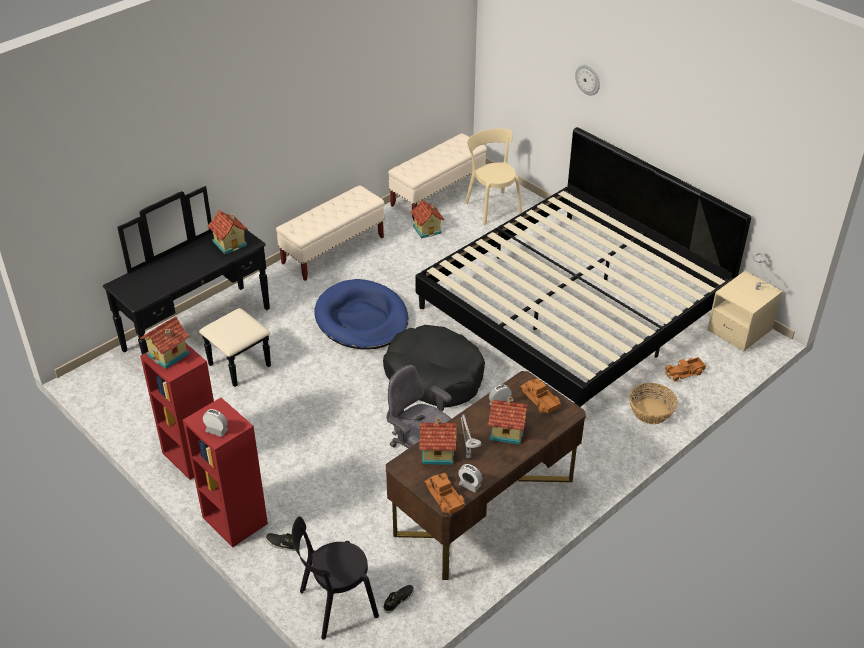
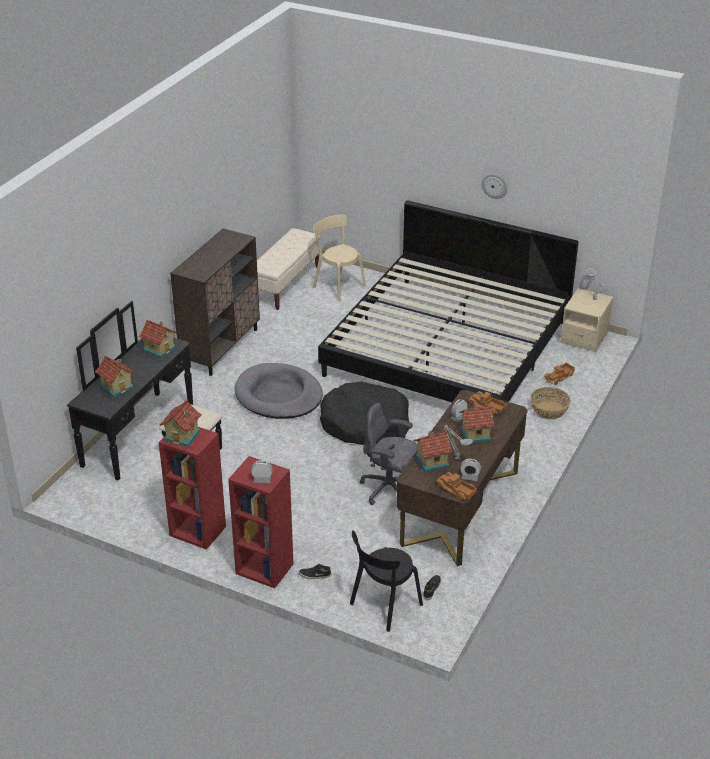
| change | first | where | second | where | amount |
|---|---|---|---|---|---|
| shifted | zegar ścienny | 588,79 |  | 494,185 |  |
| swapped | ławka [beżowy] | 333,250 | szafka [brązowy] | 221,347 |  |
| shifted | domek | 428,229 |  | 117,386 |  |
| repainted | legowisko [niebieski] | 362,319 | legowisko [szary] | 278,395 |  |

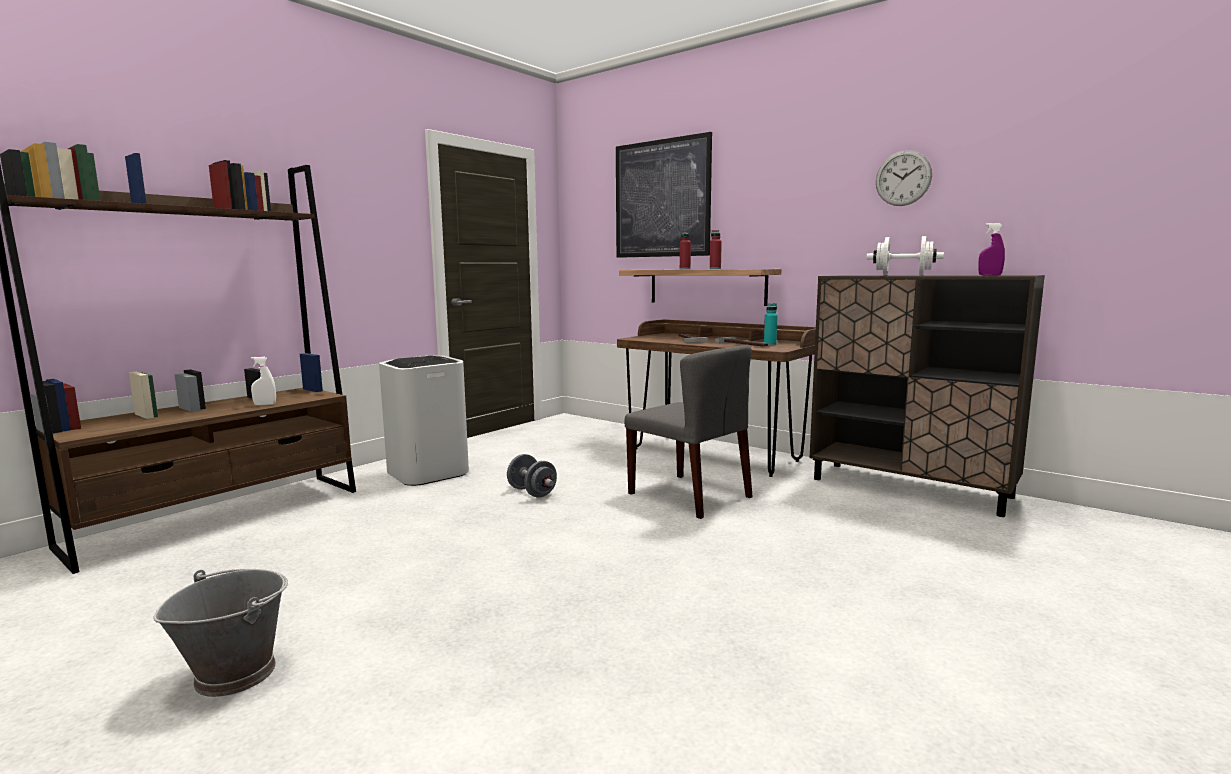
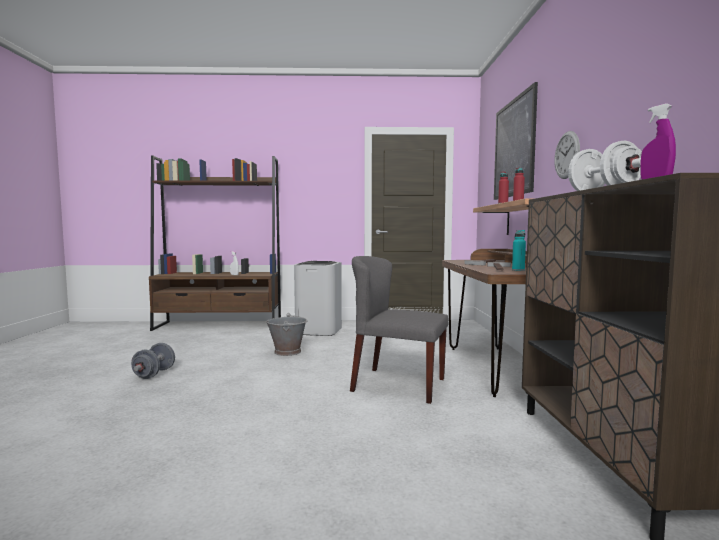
| change | first | where | second | where | amount |
|---|---|---|---|---|---|
| shifted | zegar ścienny | 903,178 |  | 567,155 |  |
| rotated | krzesło [szary] | 690,495 |  | 397,385 | 105 degrees clockwise |
| shifted | hantel [szary] | 532,492 |  | 154,374 |  |
| shifted | wiadro [szary] | 235,673 |  | 288,351 |  |

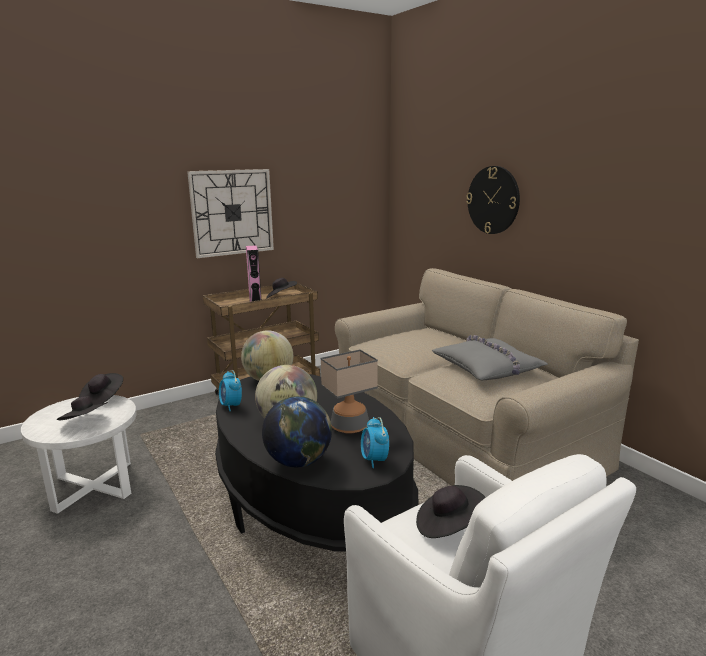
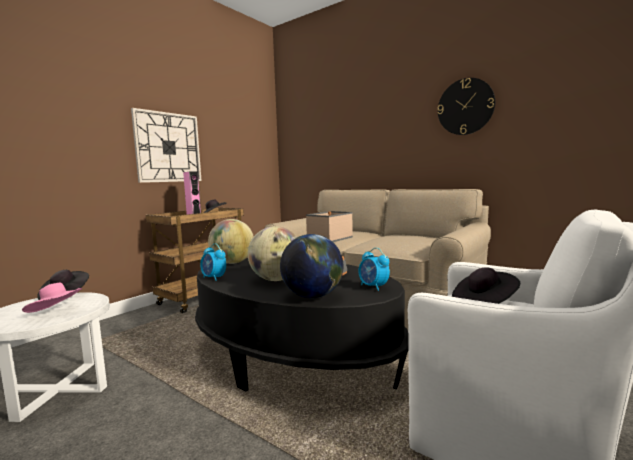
| change | first | where | second | where | amount |
|---|---|---|---|---|---|
| shifted | zegar ścienny | 493,200 |  | 465,107 |  |
| gone | poduszka [szary] | 488,368 |  |  |  |
| repainted | kapelusz [czarny] | 86,422 | kapelusz [różowy] | 56,312 |  |

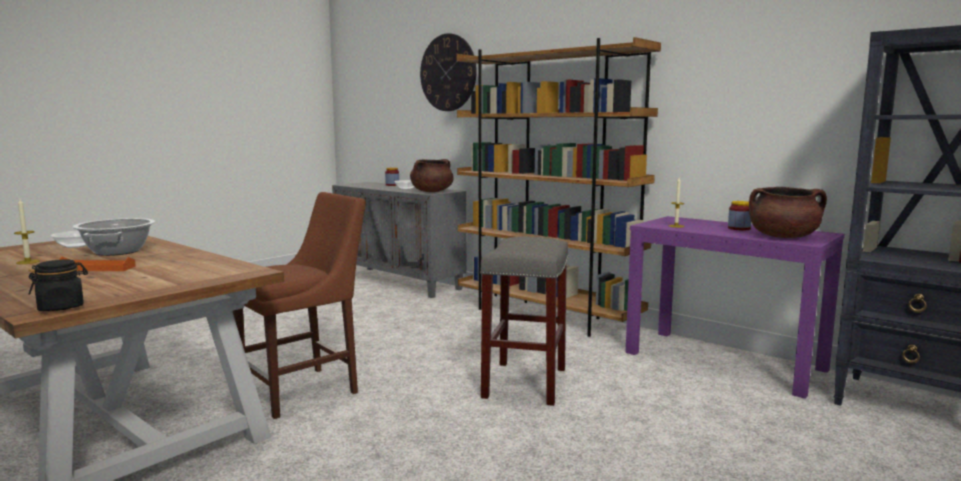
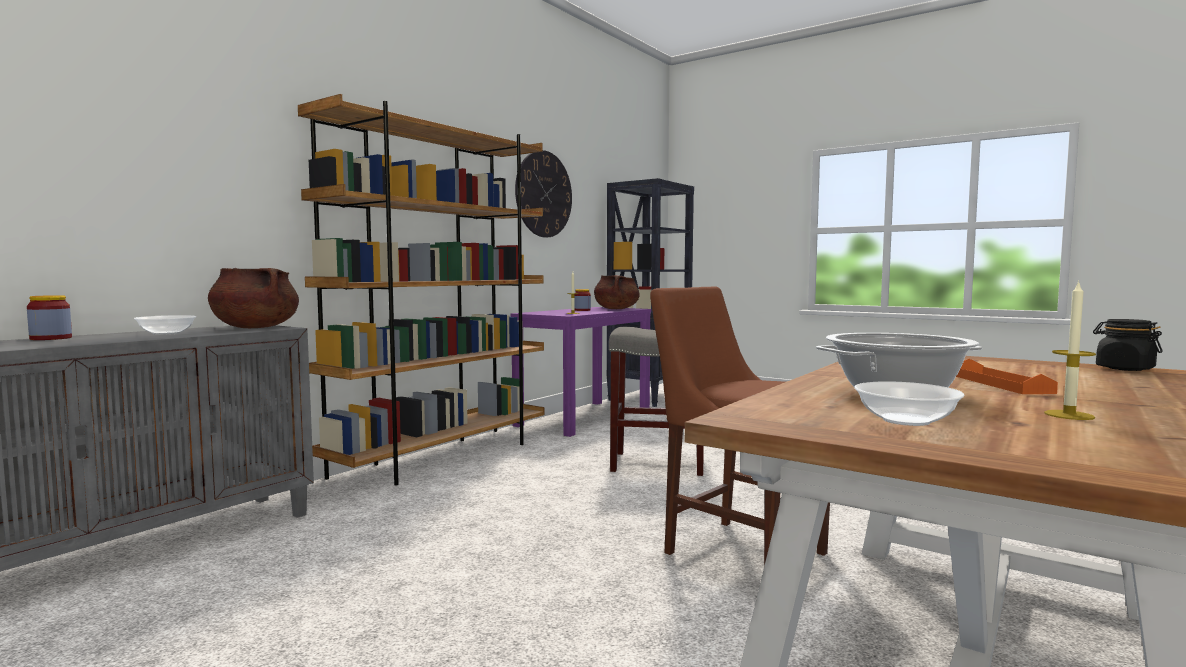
| change | first | where | second | where | amount |
|---|---|---|---|---|---|
| shifted | zegar ścienny | 448,72 |  | 543,194 |  |

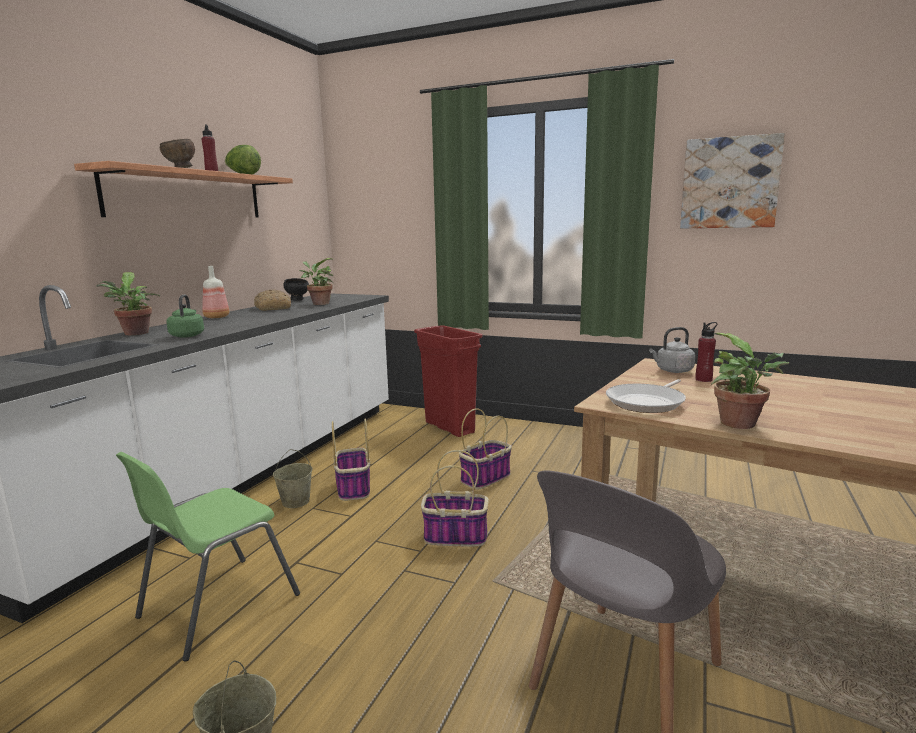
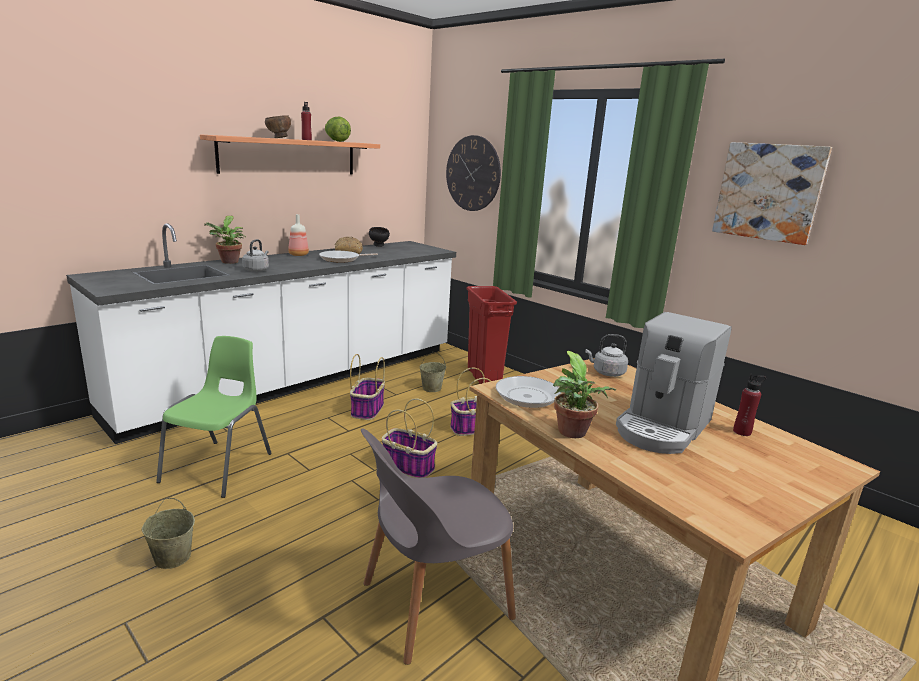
| change | first | where | second | where | amount |
|---|---|---|---|---|---|
| gone | roślina doniczkowa | 319,303 |  |  |  |
| repainted | czajnik [zielony] | 187,335 | czajnik [szary] | 257,270 |  |
| shifted | butelka [czerwony] | 703,379 |  | 742,432 |  |
| shifted | wiadro [beżowy] | 295,501 |  | 432,388 |  |
| rotated | krzesło [zielony] | 216,606 |  | 219,467 | 135 degrees clockwise |
| new |  |  | zegar ścienny | 473,173 |  |
| new |  |  | patelnia | 342,259 |  |
| new |  |  | ekspres do kawy | 662,427 |  |

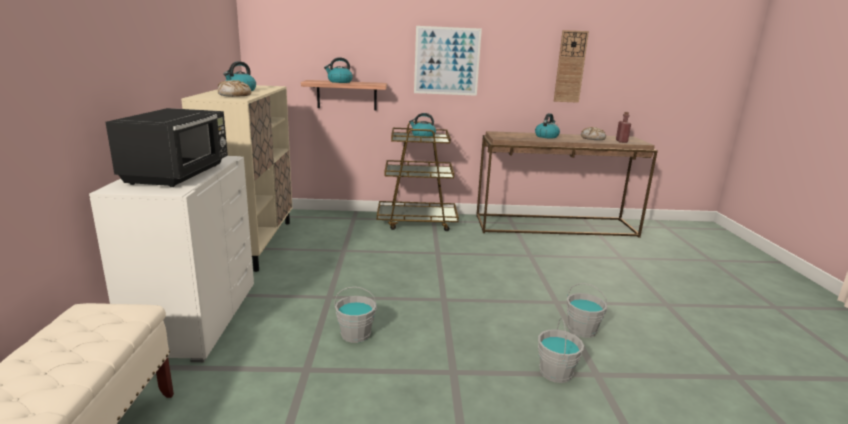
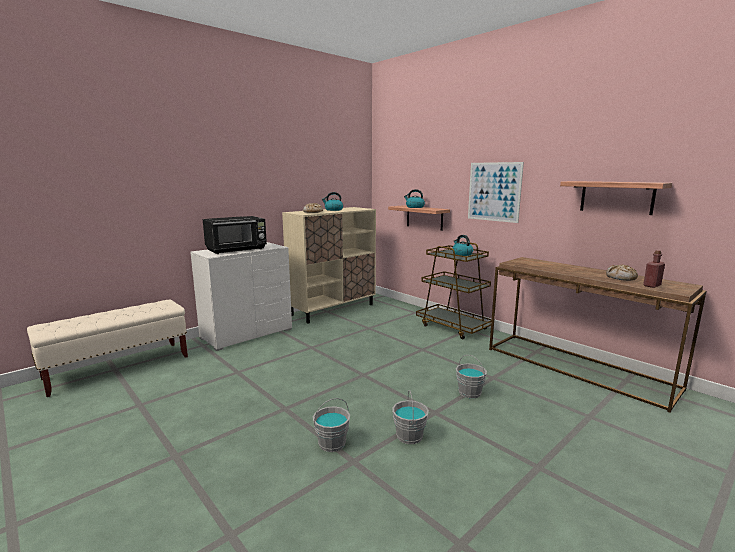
| change | first | where | second | where | amount |
|---|---|---|---|---|---|
| swapped | zegar ścienny | 570,67 | półka | 616,197 |  |
| gone | czajnik | 546,136 |  |  |  |
| shifted | wiadro [szary] | 356,334 |  | 470,392 |  |

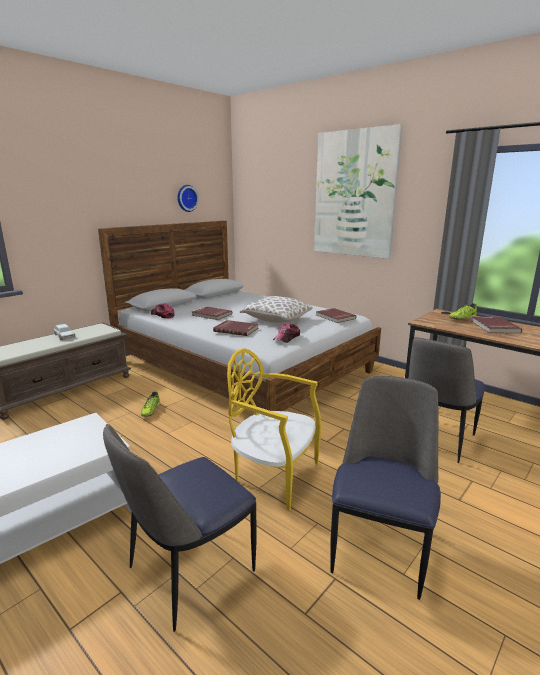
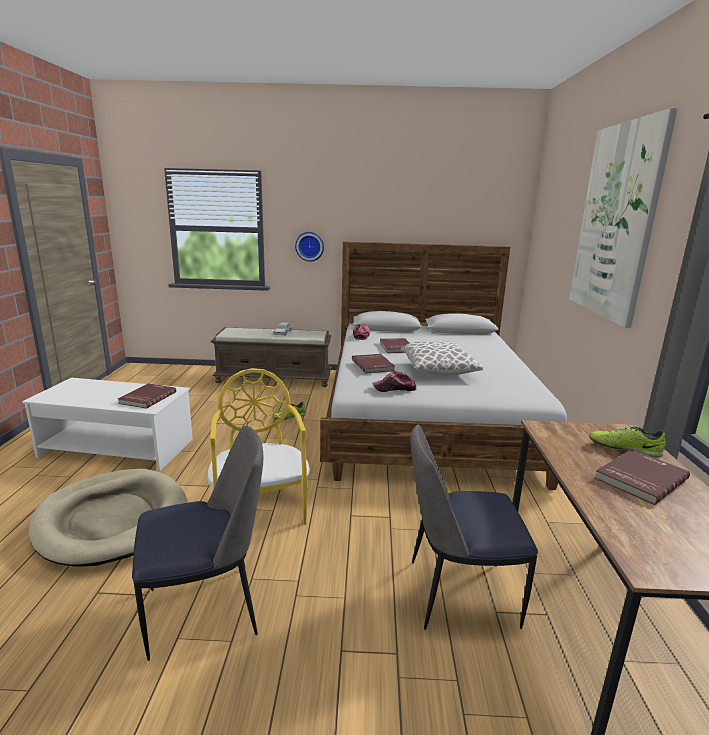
| change | first | where | second | where | amount |
|---|---|---|---|---|---|
| shifted | zegar ścienny | 186,198 |  | 310,246 |  |
| shifted | książka [czerwony] | 334,317 |  | 147,397 |  |
| swapped | krzesło | 188,572 | legowisko [beżowy] | 112,520 |  |

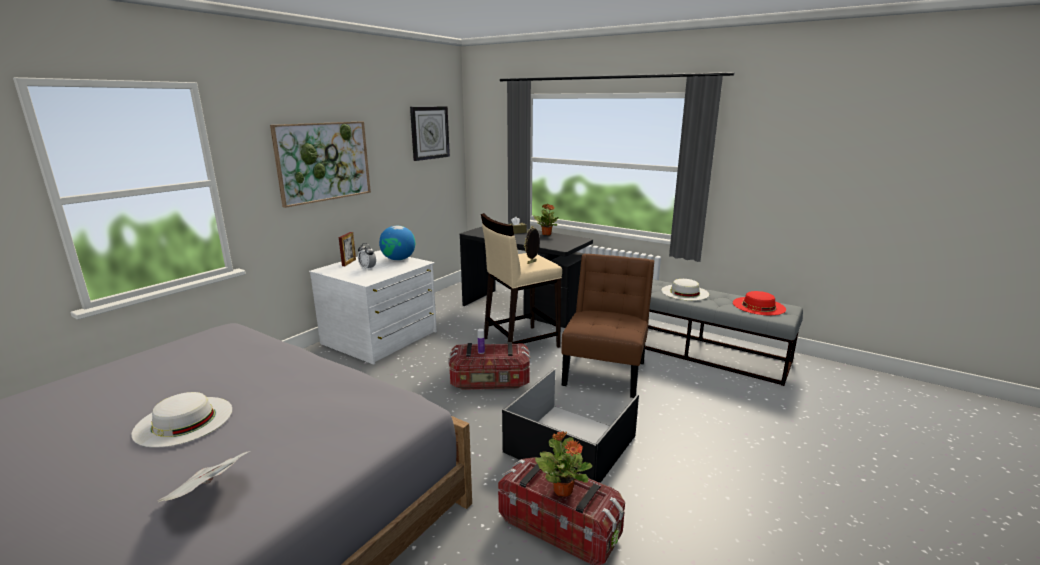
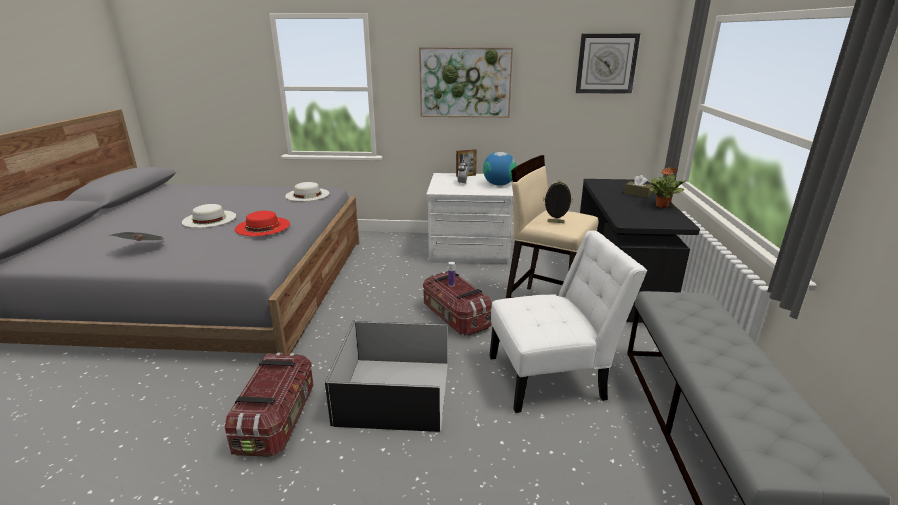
| change | first | where | second | where | amount |
|---|---|---|---|---|---|
| repainted | krzesło [brązowy] | 605,371 | krzesło [biały] | 552,376 |  |
| shifted | kapelusz [biały] | 684,292 |  | 307,194 |  |
| shifted | kapelusz [czerwony] | 758,306 |  | 262,226 |  |
| gone | roślina doniczkowa | 562,489 |  |  |  |

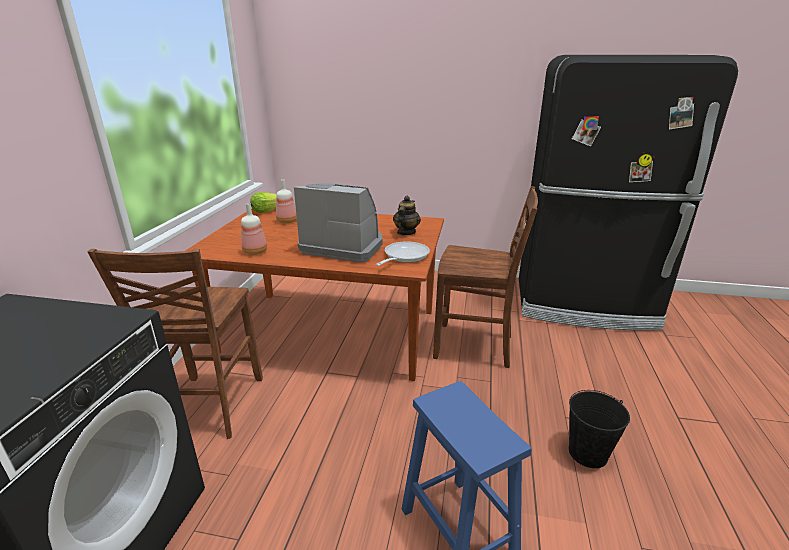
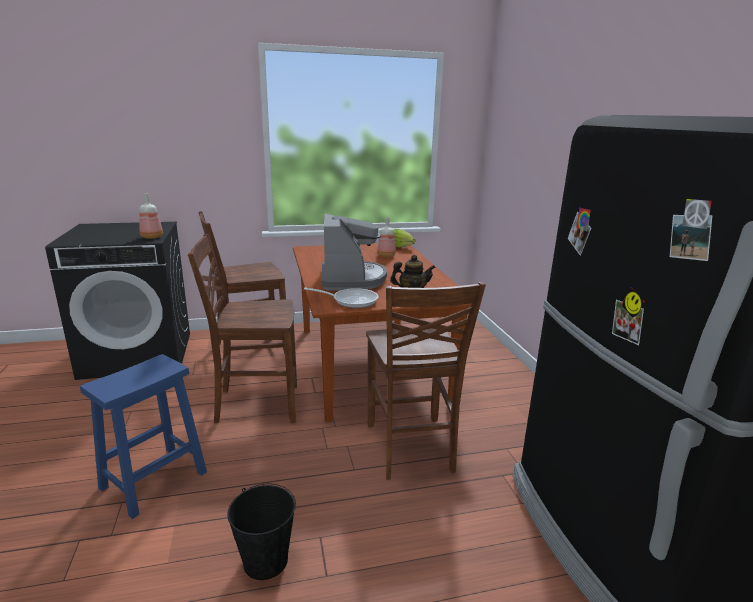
| change | first | where | second | where | amount |
|---|---|---|---|---|---|
| shifted | butelka | 255,251 |  | 152,237 |  |
| new |  |  | krzesło [brązowy] | 255,404 |  |

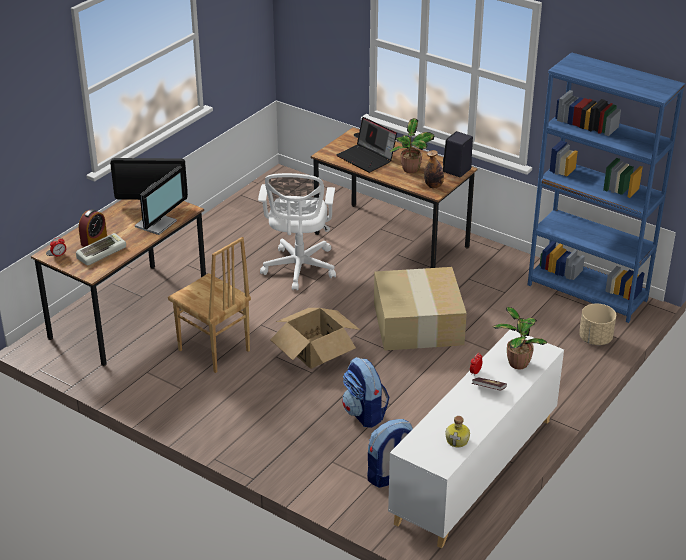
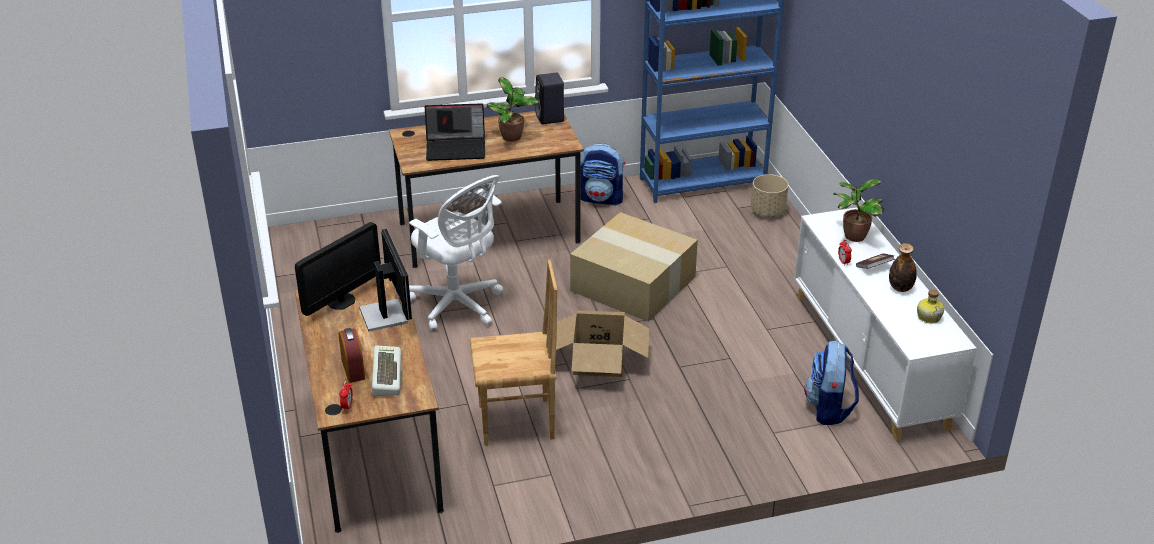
| change | first | where | second | where | amount |
|---|---|---|---|---|---|
| shifted | butelka | 433,186 |  | 900,288 |  |
| shifted | plecak | 364,413 |  | 601,198 |  |

